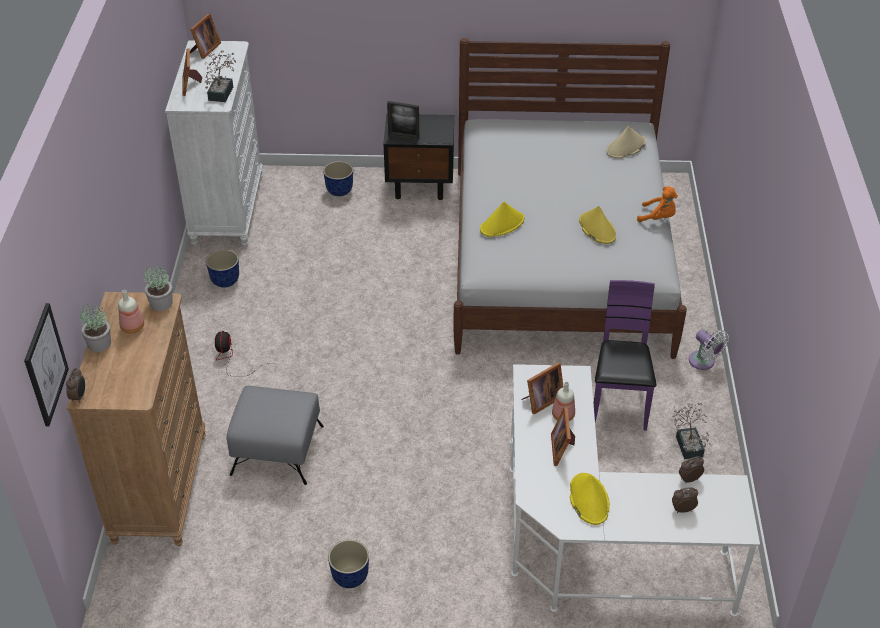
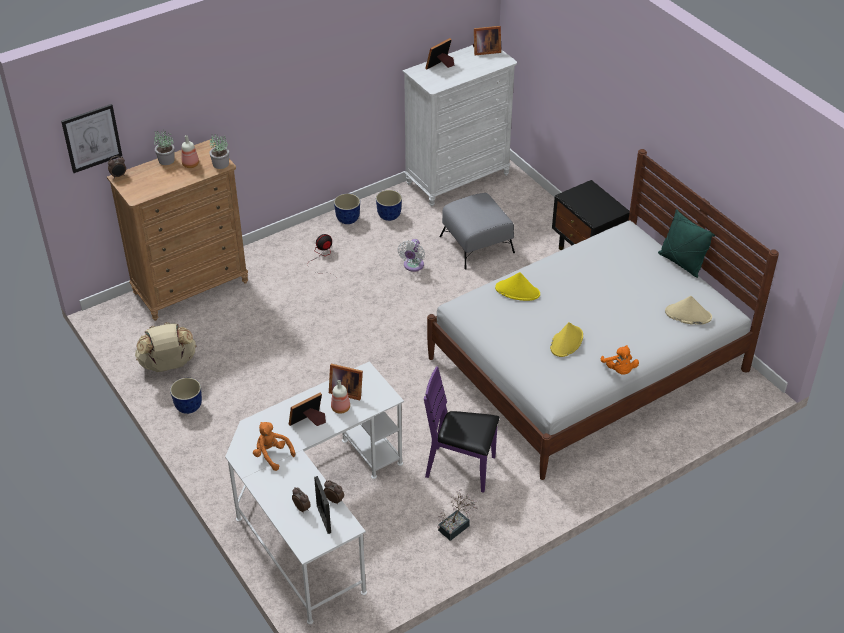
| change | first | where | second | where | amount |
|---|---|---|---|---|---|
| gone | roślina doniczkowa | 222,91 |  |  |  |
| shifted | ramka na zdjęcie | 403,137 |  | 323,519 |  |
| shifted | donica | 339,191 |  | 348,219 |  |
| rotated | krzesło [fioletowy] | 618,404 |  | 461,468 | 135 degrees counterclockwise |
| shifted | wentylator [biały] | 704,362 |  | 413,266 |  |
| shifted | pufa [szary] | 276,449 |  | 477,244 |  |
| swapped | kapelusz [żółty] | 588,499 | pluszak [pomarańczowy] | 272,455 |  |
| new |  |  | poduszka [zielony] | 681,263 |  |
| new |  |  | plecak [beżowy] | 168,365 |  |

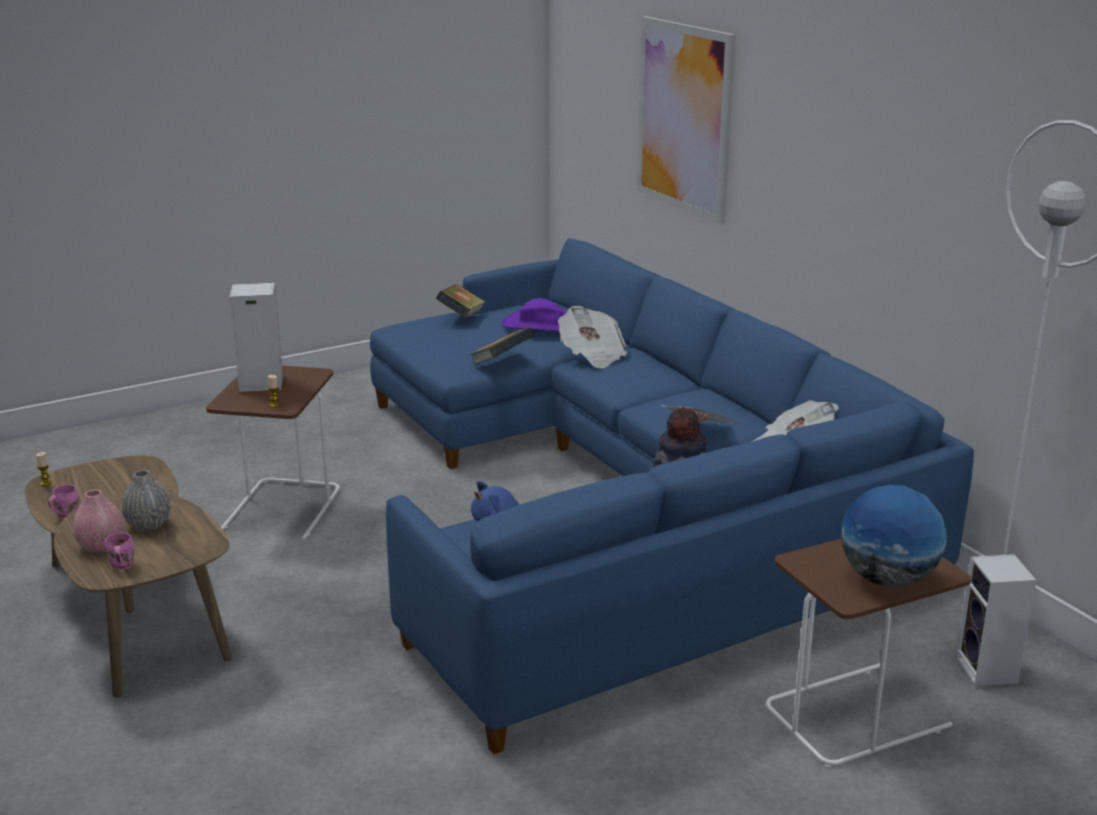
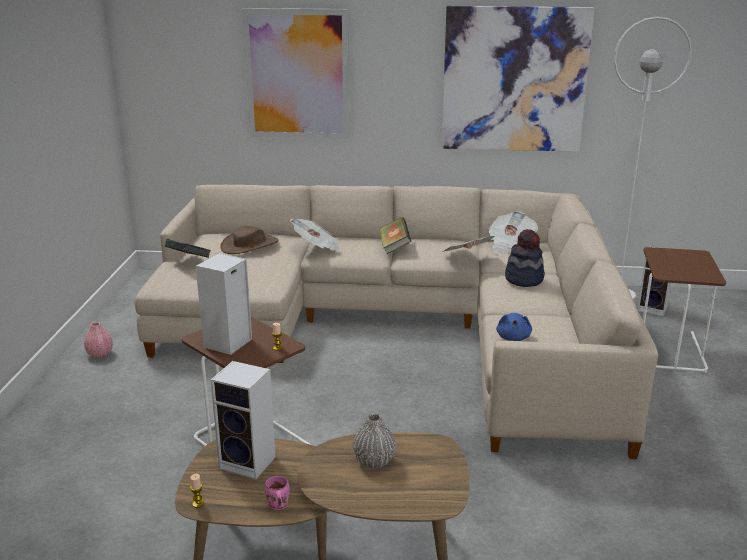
| change | first | where | second | where | amount |
|---|---|---|---|---|---|
| repainted | kanapa [niebieski] | 623,503 | kanapa [beżowy] | 402,328 |  |
| repainted | kapelusz [fioletowy] | 541,325 | kapelusz [brązowy] | 250,245 |  |
| shifted | książka | 502,362 |  | 394,247 |  |
| gone | globus | 888,579 |  |  |  |
| shifted | wazon [różowy] | 101,546 |  | 100,354 |  |
| gone | kubek [różowy] | 121,566 |  |  |  |
| new |  |  | obraz | 514,80 |  |
| new |  |  | głośnik | 250,463 |  |

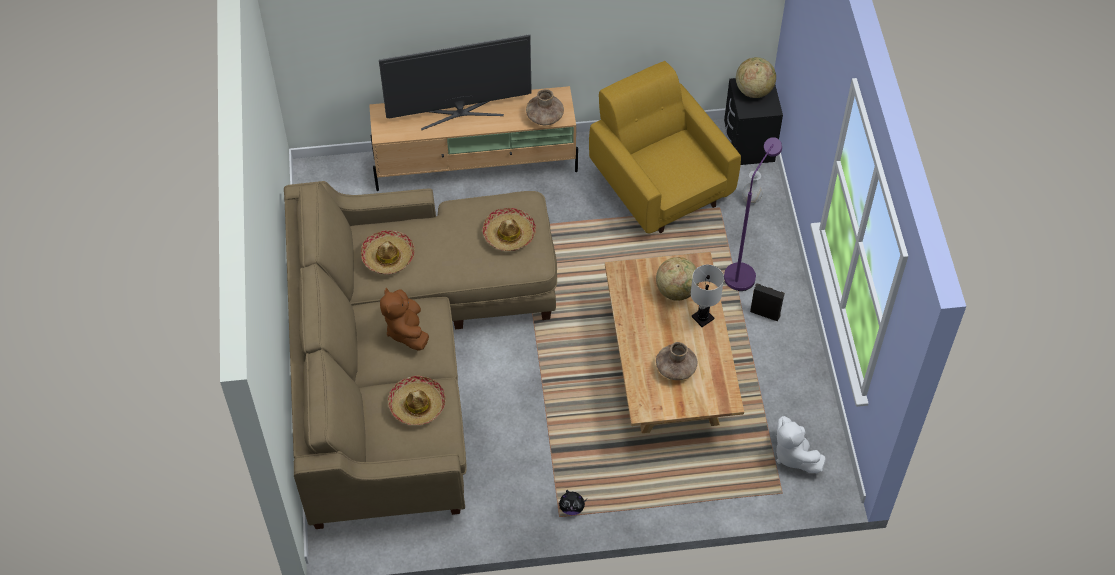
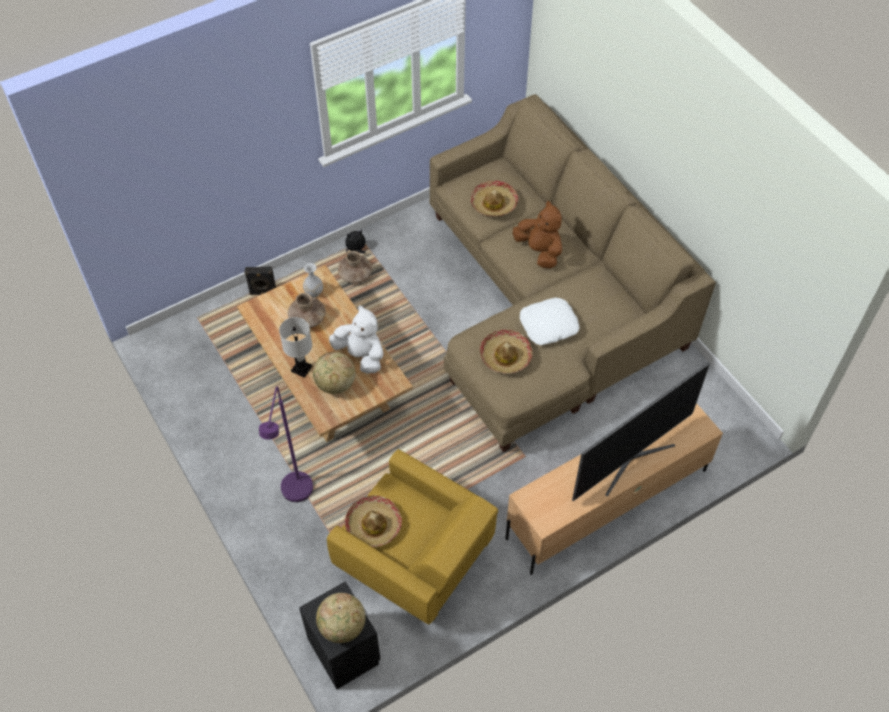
| change | first | where | second | where | amount |
|---|---|---|---|---|---|
| shifted | wazon [brązowy] | 544,116 |  | 355,275 |  |
| shifted | wazon [biały] | 751,199 |  | 313,292 |  |
| shifted | kapelusz | 388,257 |  | 373,525 |  |
| shifted | głośnik [czarny] | 765,313 |  | 263,293 |  |
| shifted | pluszak [biały] | 793,454 |  | 361,355 |  |
| new |  |  | poduszka [biały] | 549,325 |  |

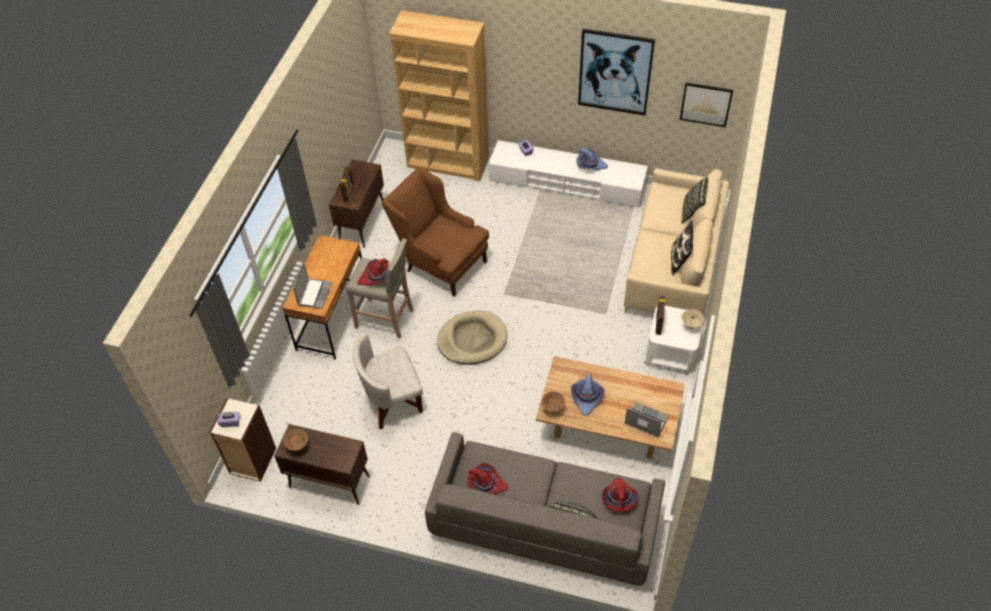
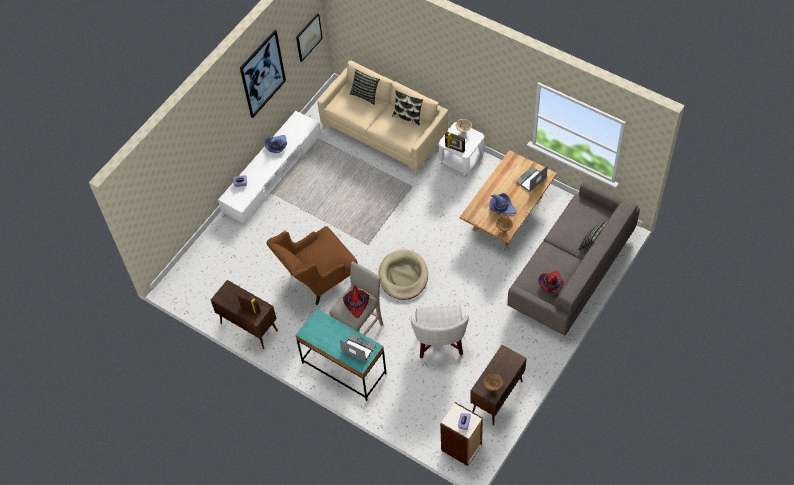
| change | first | where | second | where | amount |
|---|---|---|---|---|---|
| gone | regał [brązowy] | 448,163 |  |  |  |
| repainted | biurko [brązowy] | 332,318 | biurko [turkusowy] | 344,368 |  |
| gone | kapelusz [czerwony] | 619,498 |  |  |  |

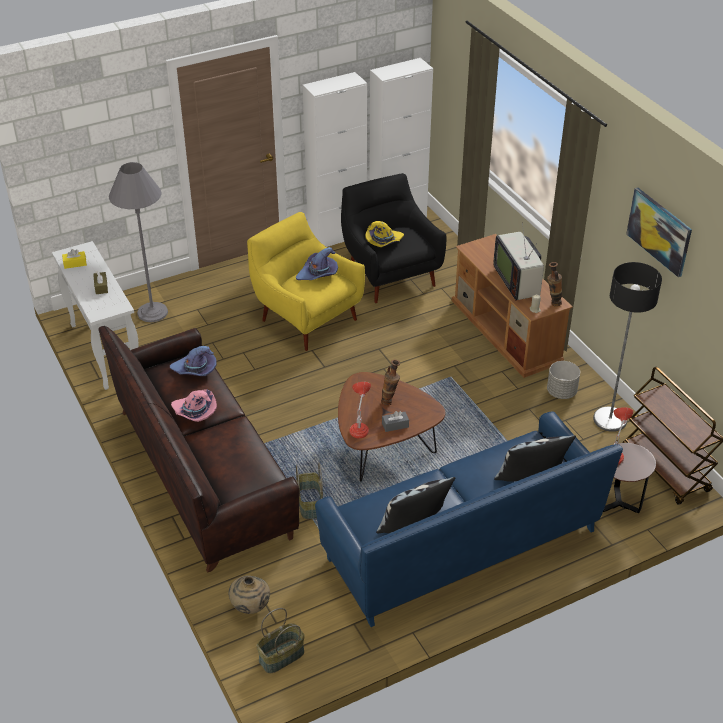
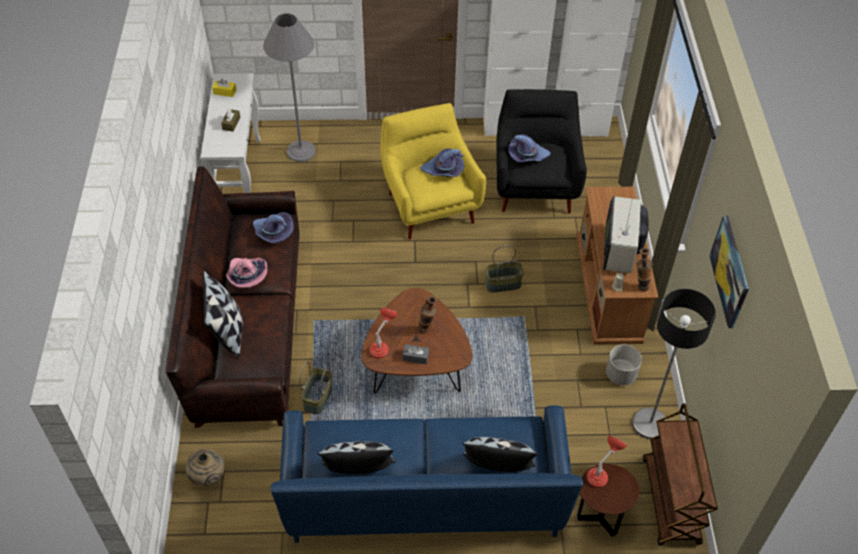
| change | first | where | second | where | amount |
|---|---|---|---|---|---|
| repainted | kapelusz [żółty] | 383,241 | kapelusz [fioletowy] | 527,155 |  |
| shifted | koszyk | 281,657 |  | 502,284 |  |
| new |  |  | poduszka | 228,332 |  |

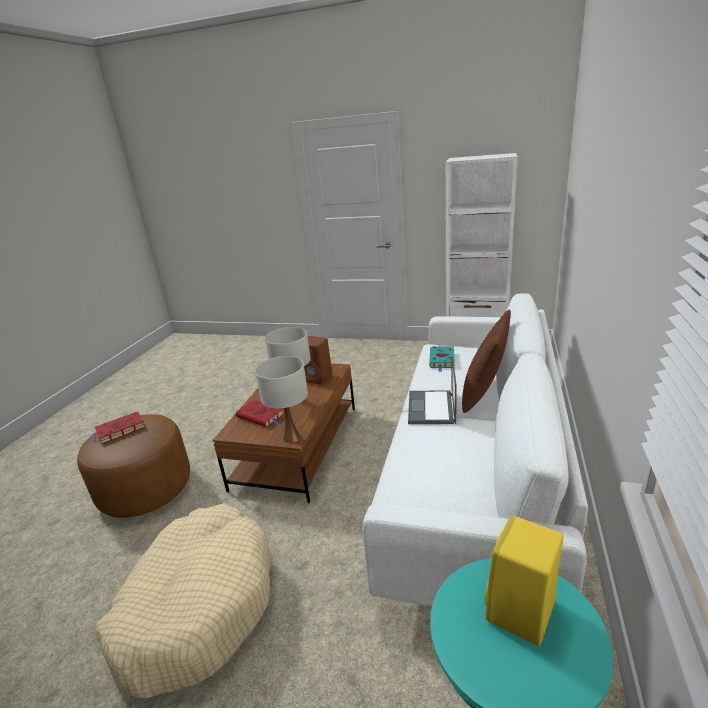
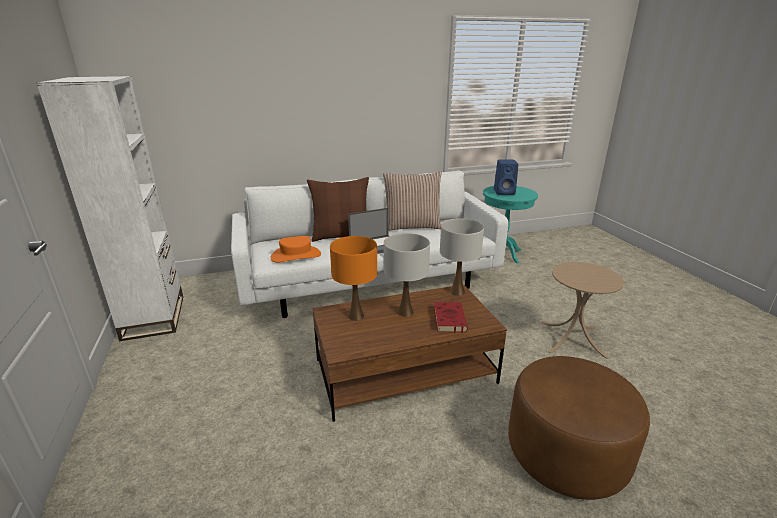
| change | first | where | second | where | amount |
|---|---|---|---|---|---|
| swapped | głośnik [brązowy] | 318,378 | lampa stołowa [pomarańczowy] | 355,316 |  |
| swapped | książka [turkusowy] | 442,360 | kapelusz [pomarańczowy] | 296,255 |  |
| gone | książka [czerwony] | 119,430 |  |  |  |
| swapped | legowisko [beżowy] | 197,605 | stolik [beżowy] | 573,339 |  |
| repainted | głośnik [żółty] | 520,613 | głośnik [niebieski] | 505,192 |  |
| new |  |  | poduszka | 412,226 |  |

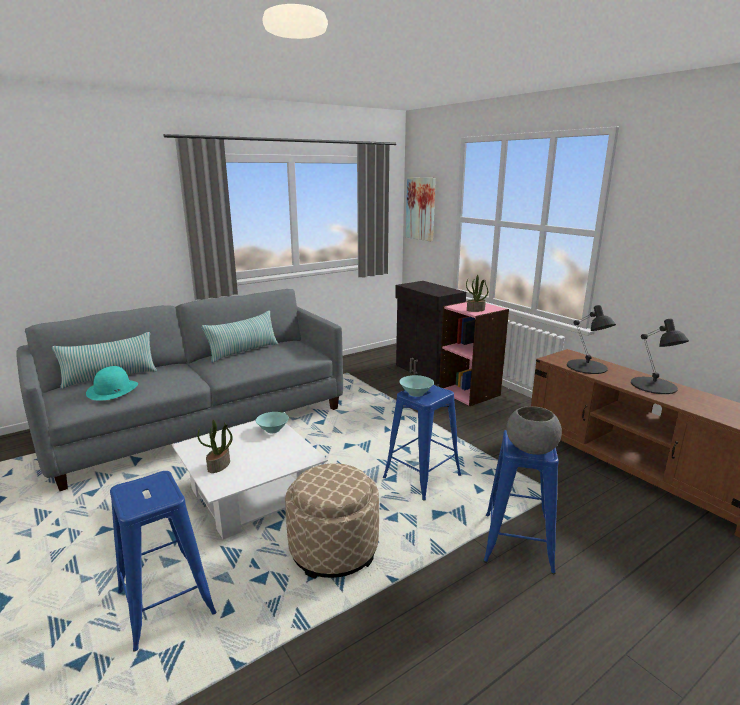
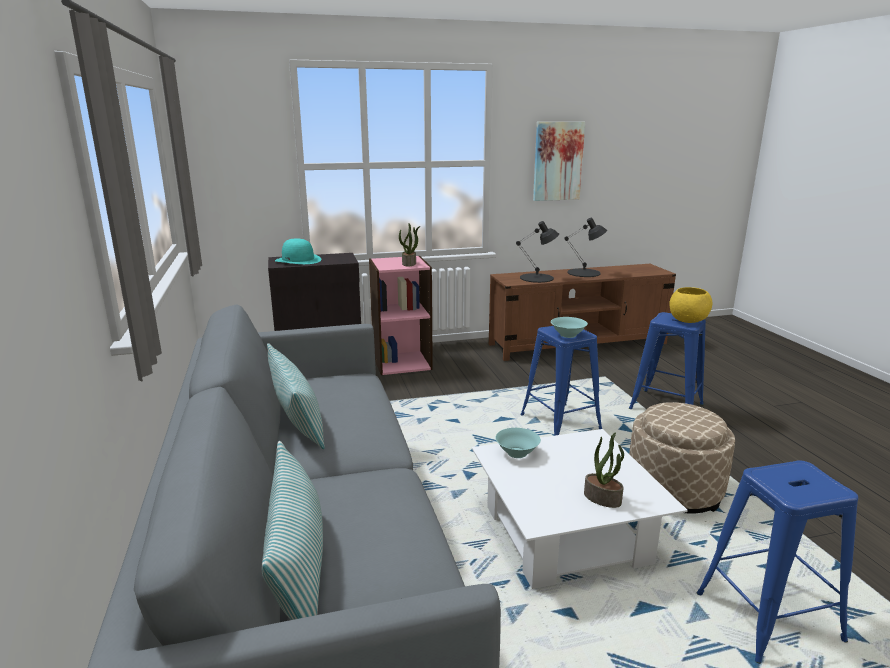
| change | first | where | second | where | amount |
|---|---|---|---|---|---|
| shifted | obraz | 421,209 |  | 557,161 |  |
| shifted | kapelusz [turkusowy] | 112,390 |  | 298,260 |  |
| repainted | miska [szary] | 531,450 | miska [żółty] | 688,321 |  |

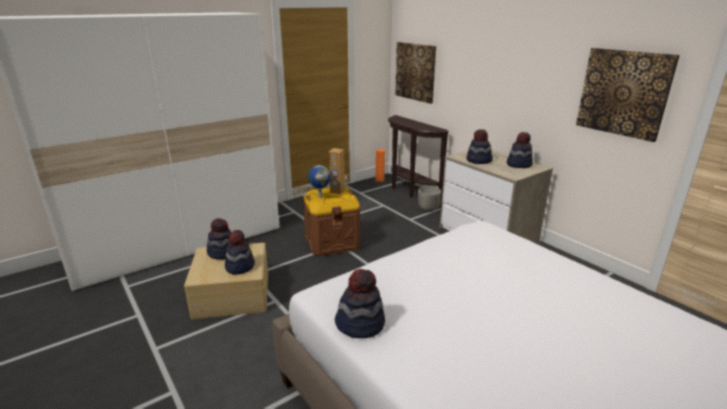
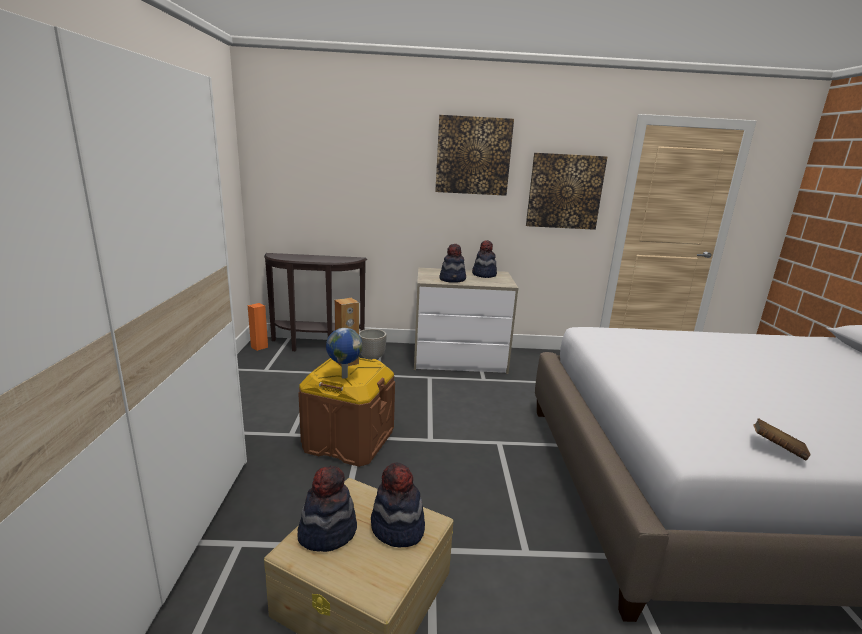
| change | first | where | second | where | amount |
|---|---|---|---|---|---|
| shifted | obraz | 415,72 |  | 473,156 |  |
| swapped | kapelusz | 360,324 | książka [brązowy] | 776,449 |  |

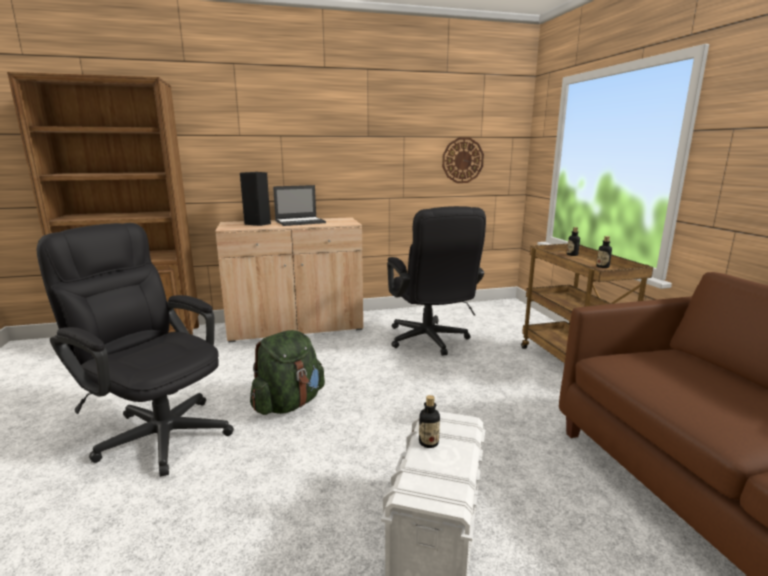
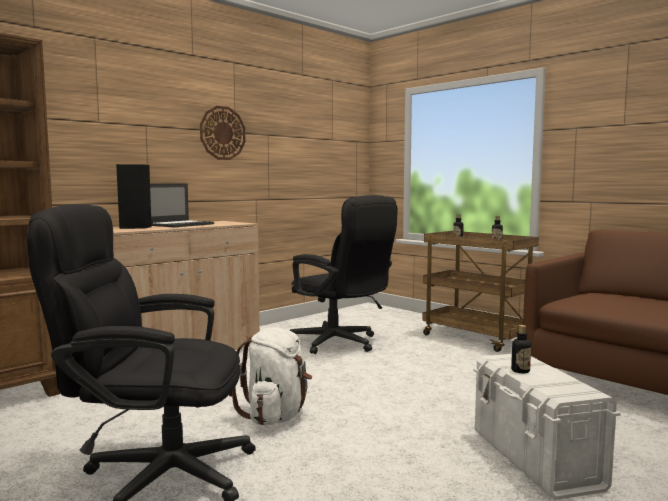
| change | first | where | second | where | amount |
|---|---|---|---|---|---|
| shifted | zegar ścienny | 462,160 |  | 222,133 |  |
| repainted | plecak [zielony] | 289,404 | plecak [biały] | 275,415 |  |

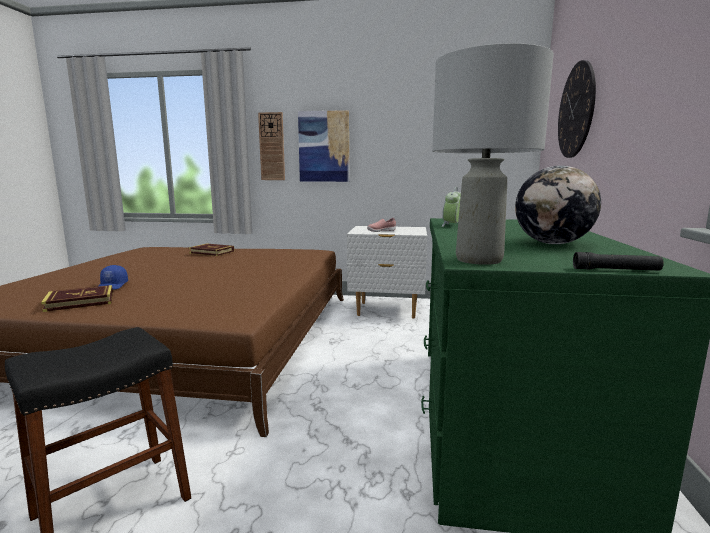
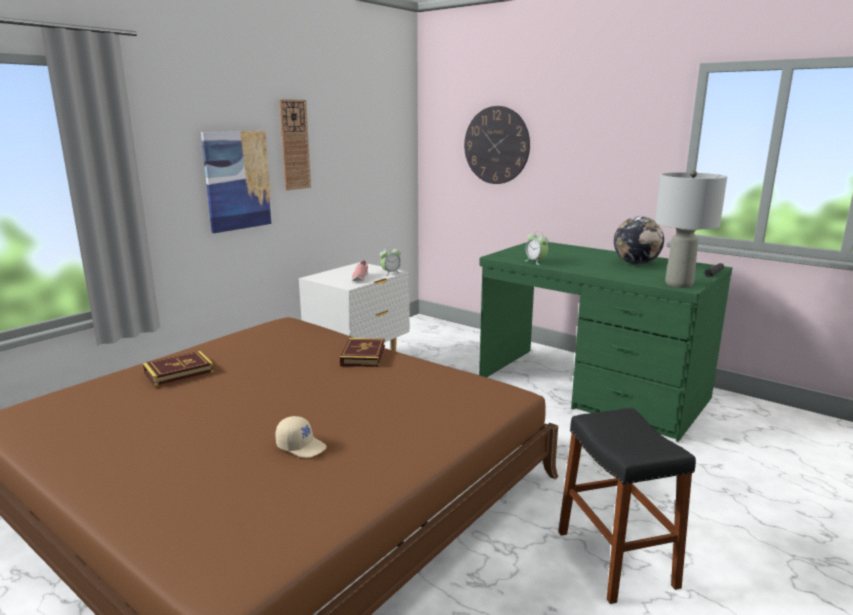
| change | first | where | second | where | amount |
|---|---|---|---|---|---|
| shifted | zegar ścienny | 272,146 |  | 294,145 |  |
| repainted | czapka z daszkiem [niebieski] | 112,286 | czapka z daszkiem [beżowy] | 301,446 |  |
| shifted | książka | 80,302 |  | 363,356 |  |
| new |  |  | budzik | 390,273 |  |

